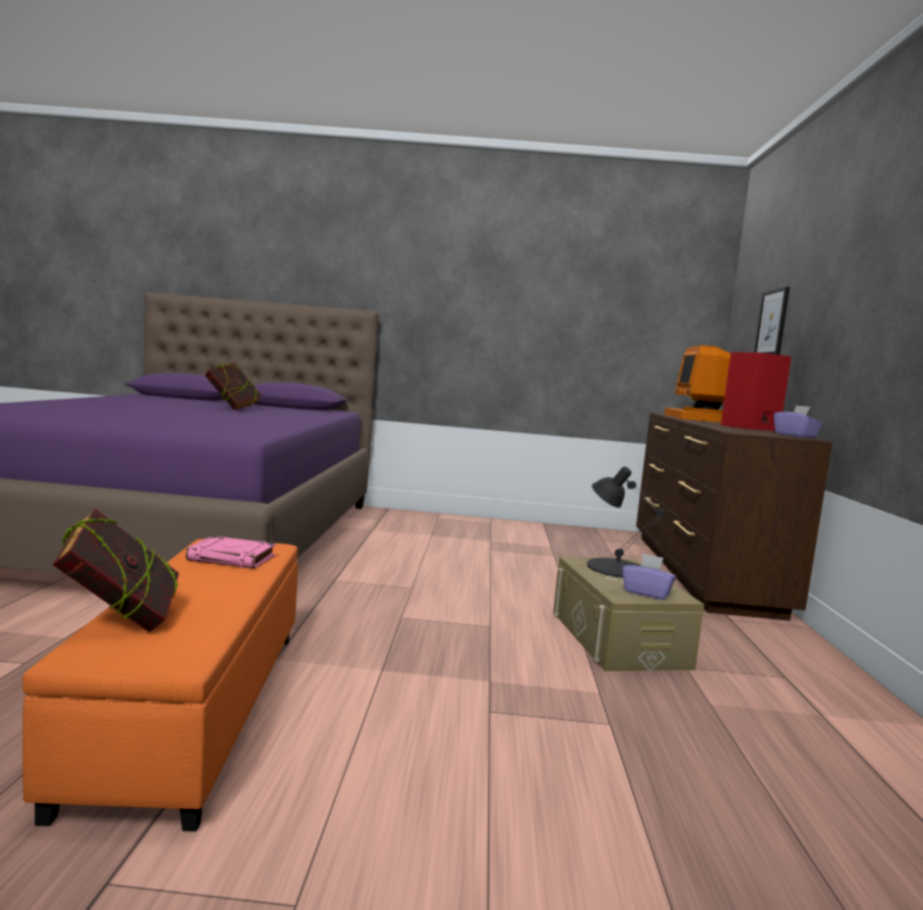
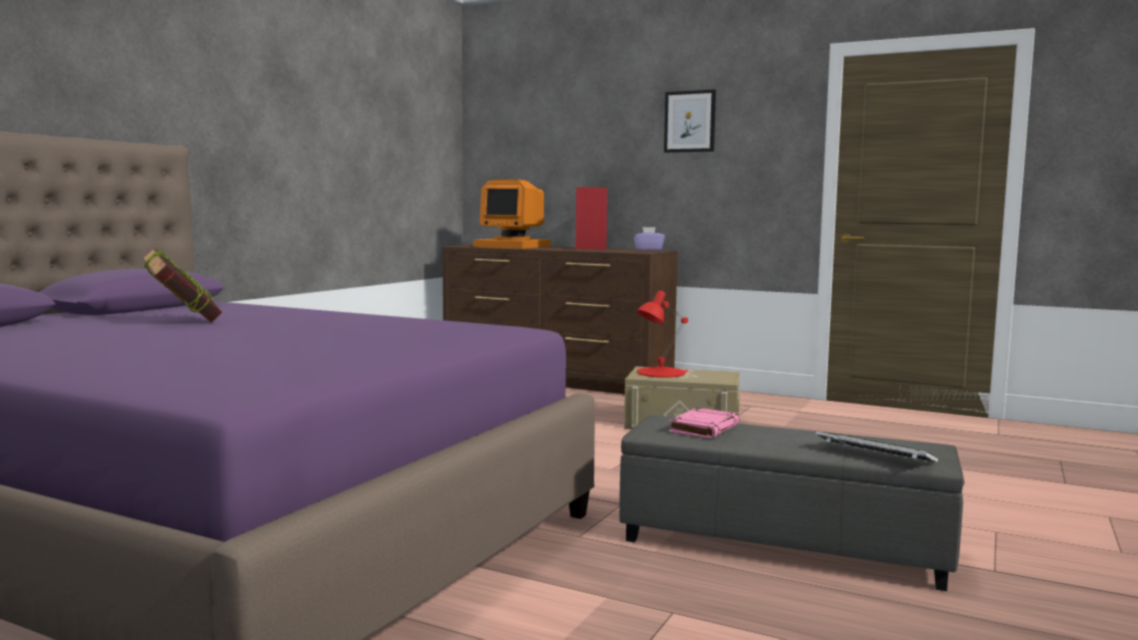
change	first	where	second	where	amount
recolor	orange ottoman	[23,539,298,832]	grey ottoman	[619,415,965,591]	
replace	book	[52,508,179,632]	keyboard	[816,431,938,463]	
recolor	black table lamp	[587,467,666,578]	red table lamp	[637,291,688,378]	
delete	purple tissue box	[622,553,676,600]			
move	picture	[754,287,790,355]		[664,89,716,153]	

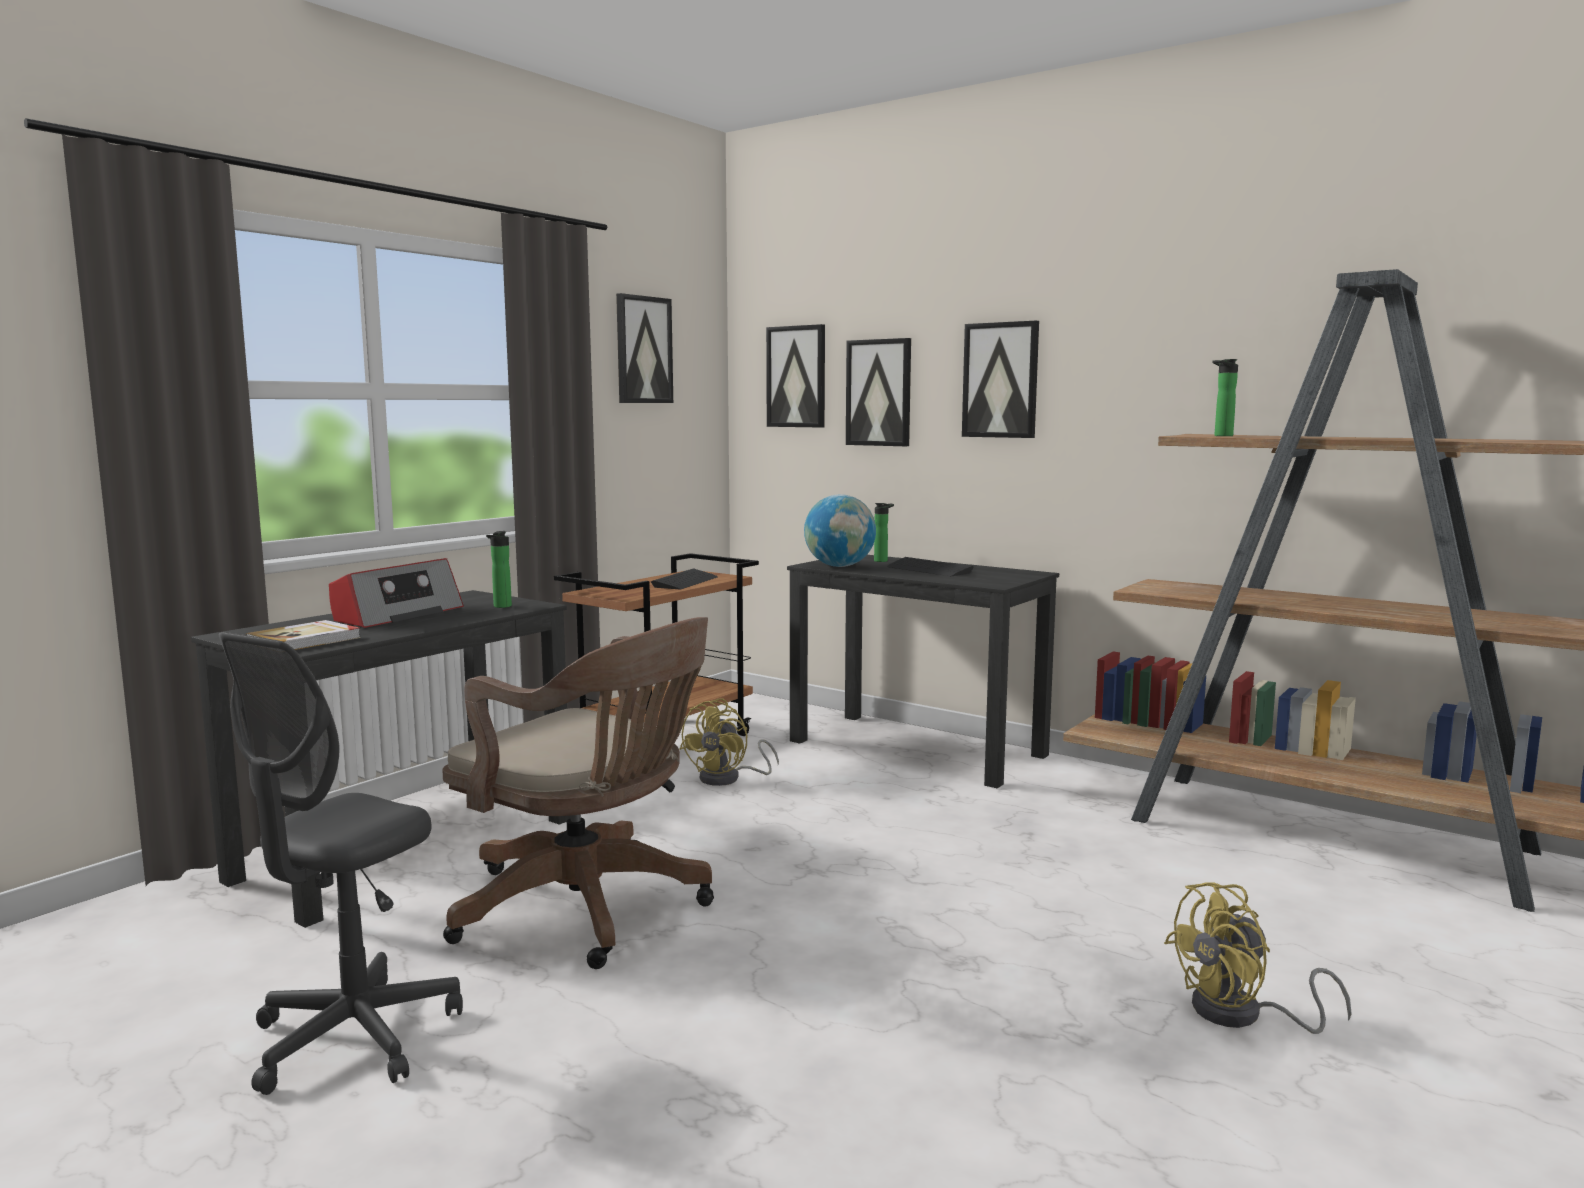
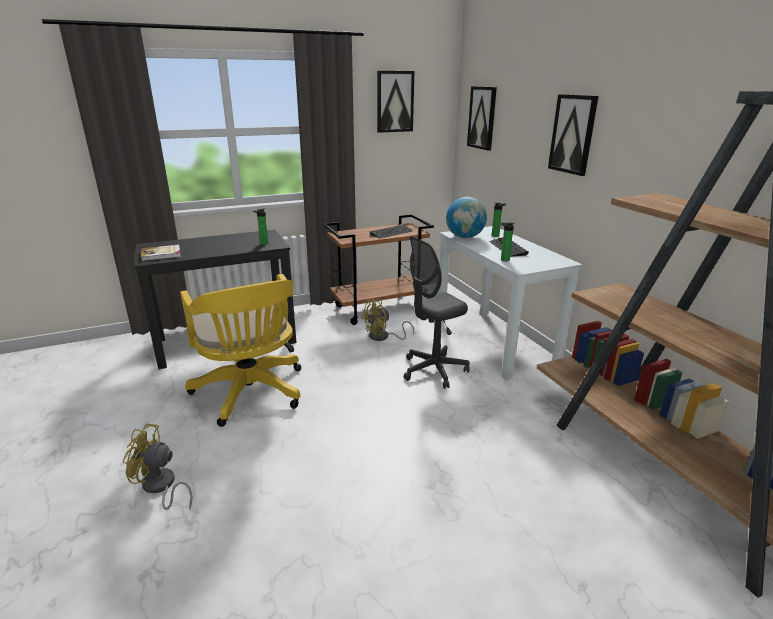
change	first	where	second	where	amount
move	grey office chair	[219,632,463,1095]		[404,236,470,389]	
delete	radio	[329,558,464,628]			
recolor	brown office chair	[442,617,714,969]	yellow office chair	[180,274,301,427]	
recolor	black desk	[787,555,1059,788]	white desk	[438,226,583,380]	
delete	picture	[846,338,911,446]			
move	yellow fan	[1164,882,1352,1034]		[123,423,193,510]	
move	bottle	[1212,359,1238,436]		[501,222,514,262]	

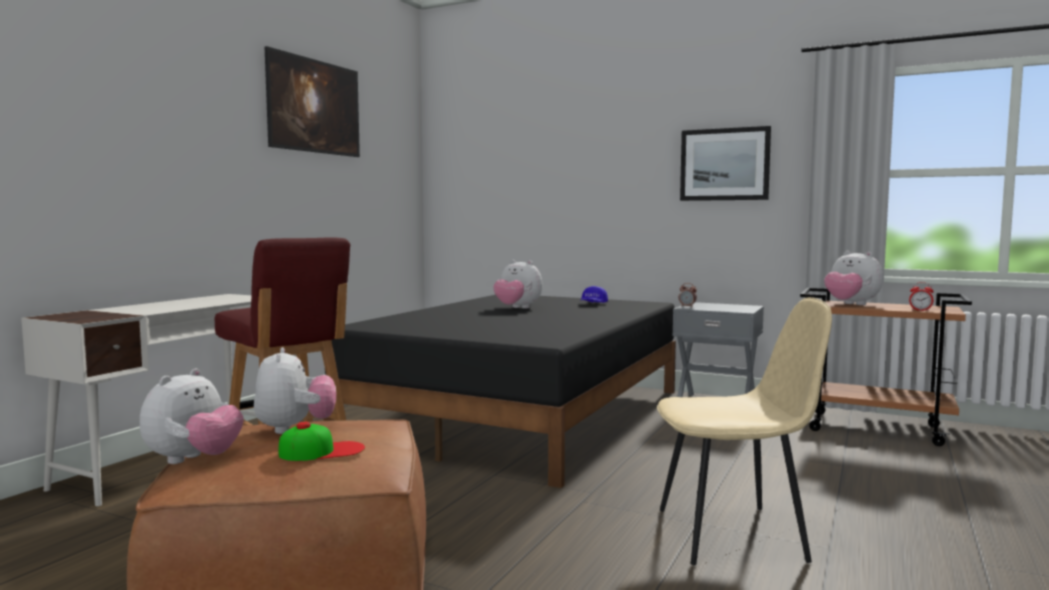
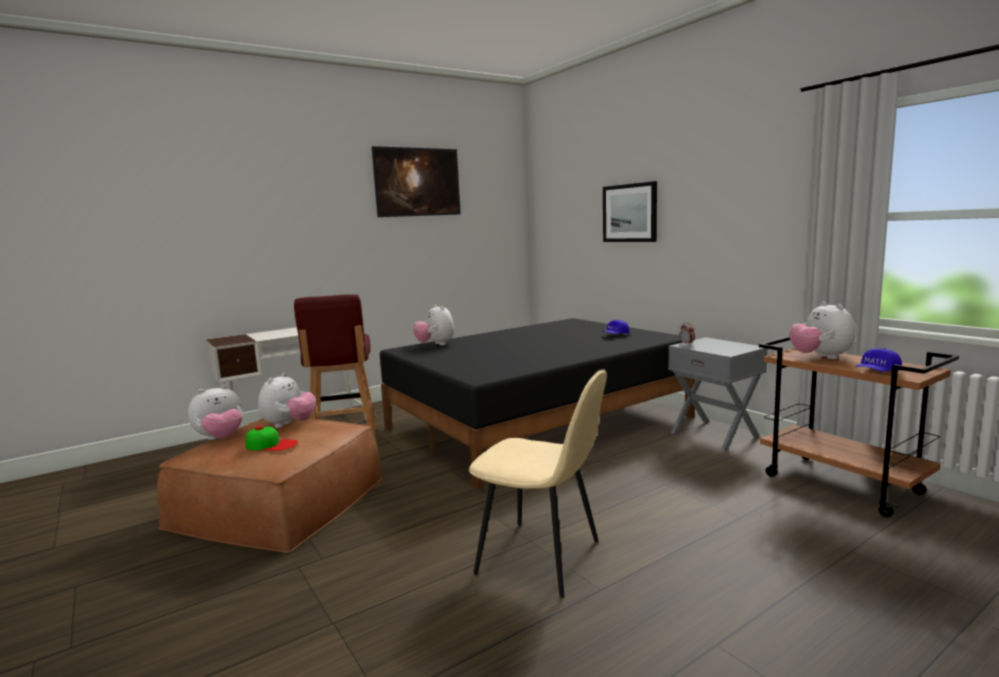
change	first	where	second	where	amount
move	plush toy	[493,260,542,309]		[413,304,454,346]	
move	picture	[680,126,771,201]		[603,181,657,242]	
replace	alarm clock	[909,282,933,311]	blue cap	[855,348,902,372]	

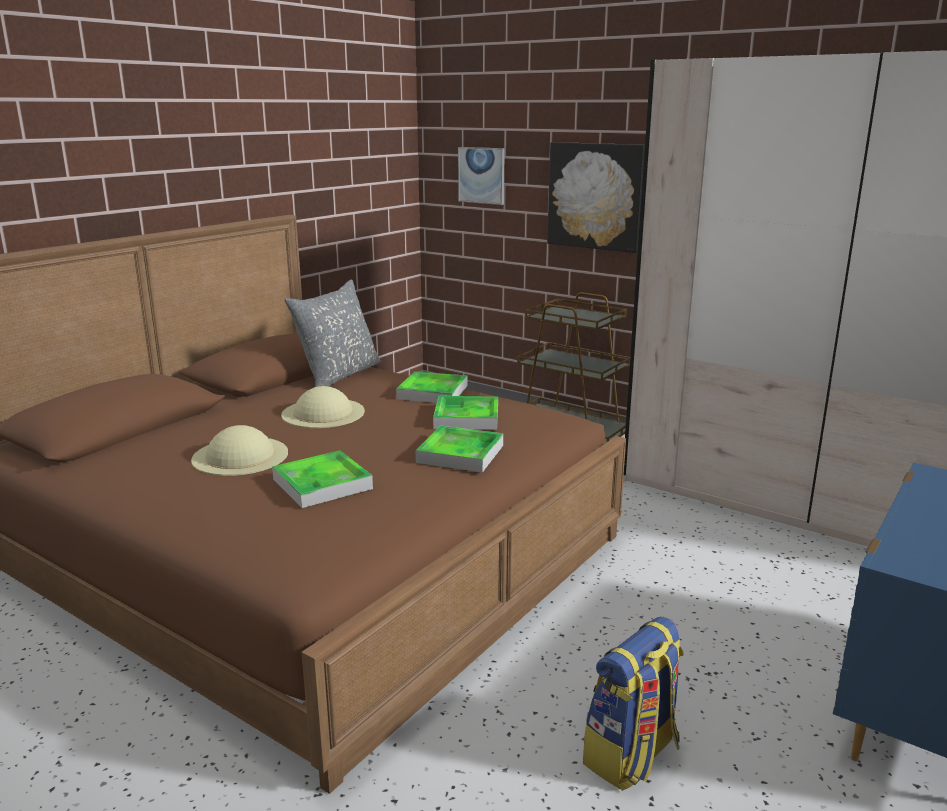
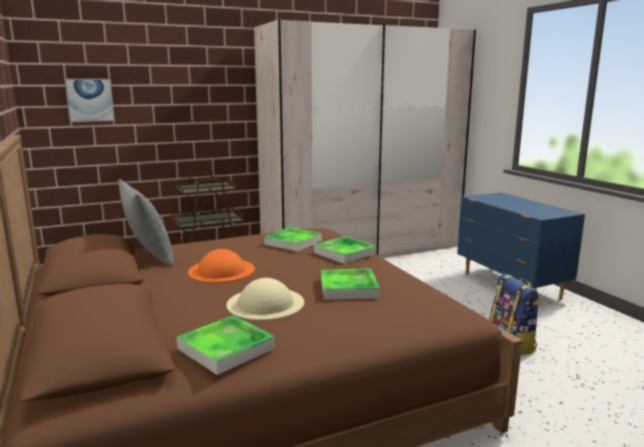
change	first	where	second	where	amount
recolor	beige hat	[281,386,365,428]	orange hat	[188,249,255,283]	
move	tray	[396,371,467,403]		[177,315,275,375]	
delete	picture	[547,142,645,253]			

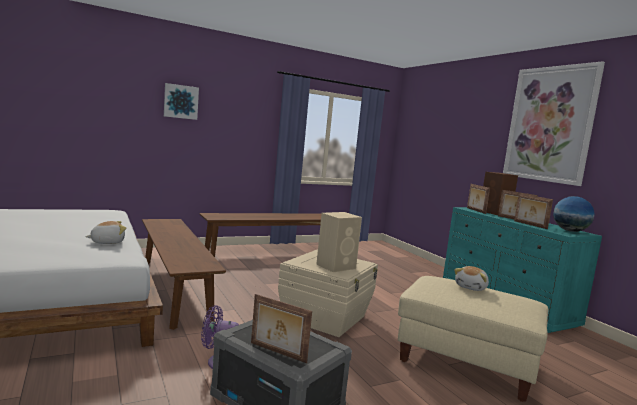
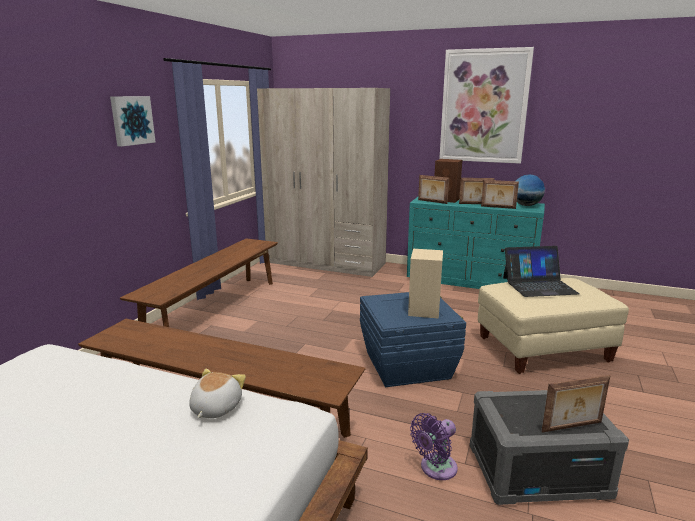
change	first	where	second	where	amount
move	picture	[164,83,199,120]		[110,96,156,146]	
recolor	beige storage box	[278,250,378,337]	blue storage box	[360,292,466,387]	
replace	plush toy	[454,266,489,291]	laptop	[503,246,580,297]	
insert			beige wardrobe	[257,88,390,277]	

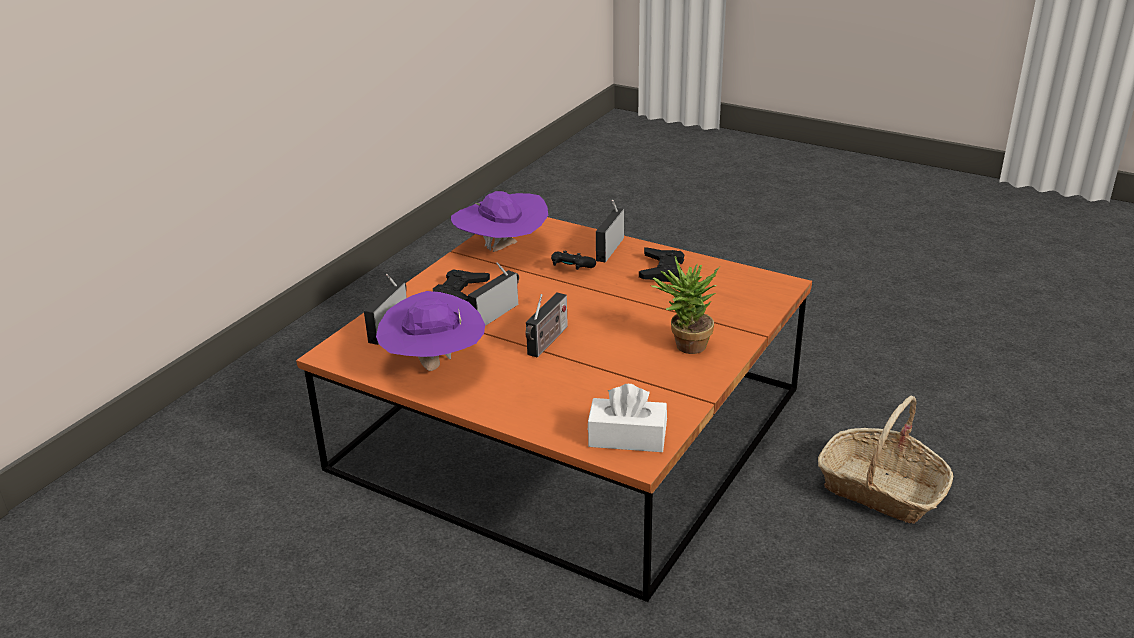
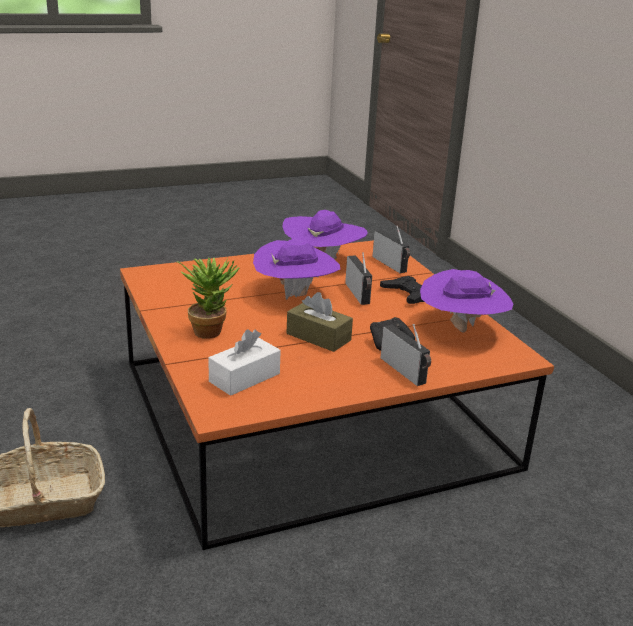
change	first	where	second	where	amount
replace	radio	[525,293,568,358]	purple hat	[253,239,340,300]	
move	white tissue box	[588,384,667,452]		[208,329,281,396]	
delete	black game controller	[639,247,684,282]			
insert			brown tissue box	[287,292,353,352]	

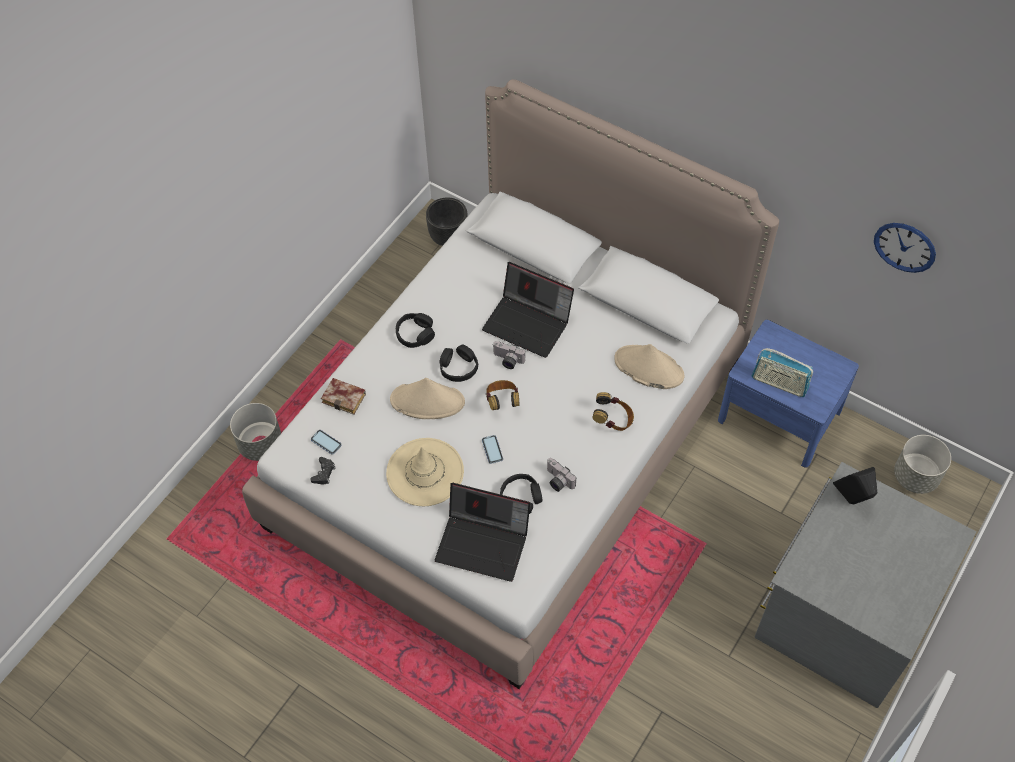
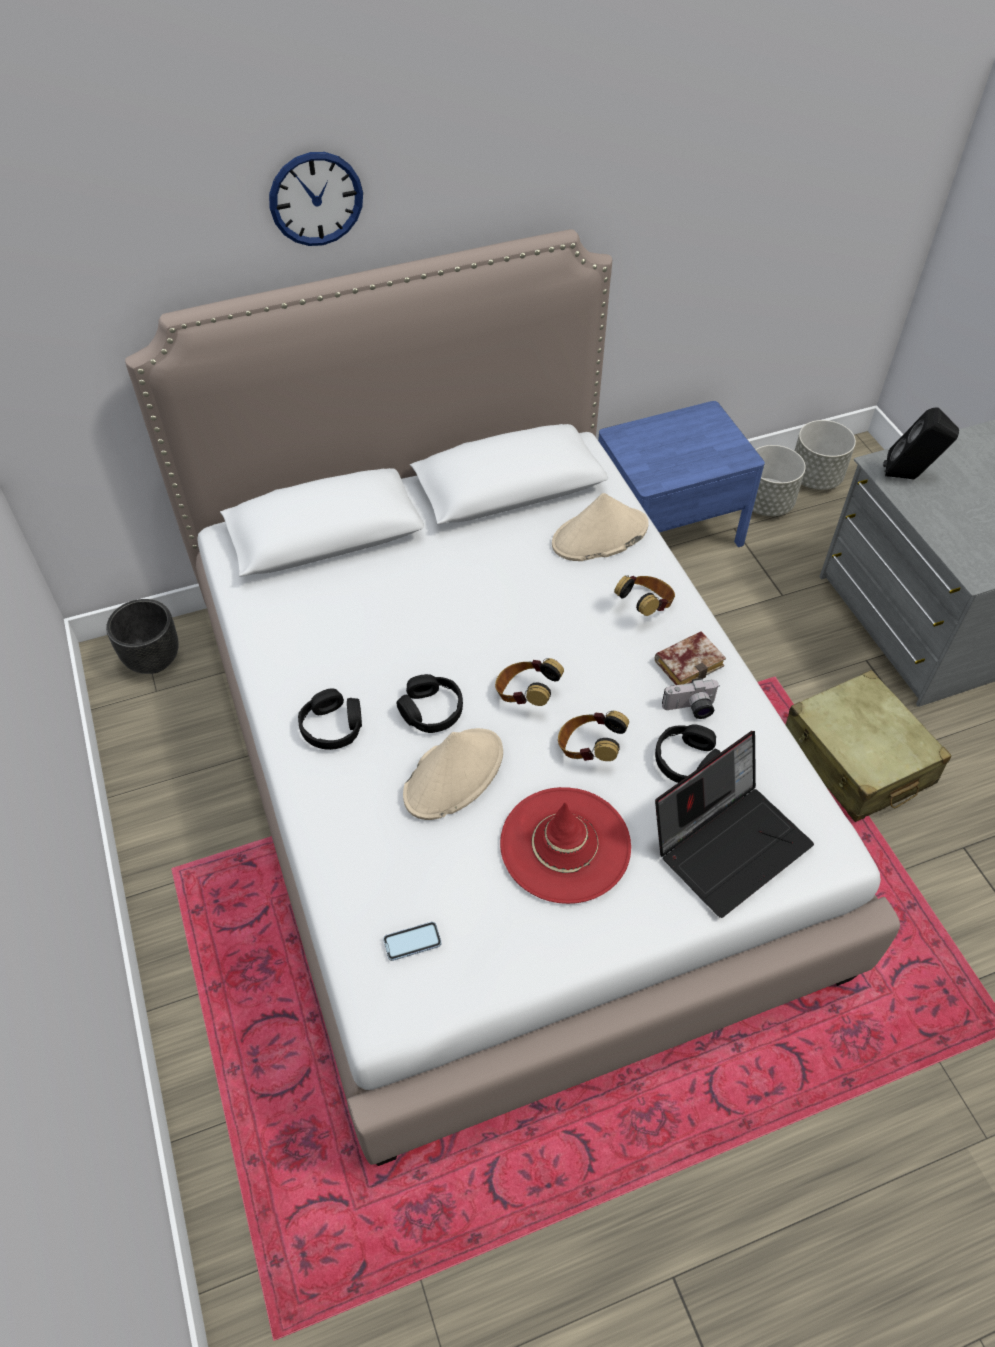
change	first	where	second	where	amount
move	grey planter	[230,403,281,461]		[753,445,806,516]	
delete	black game controller	[310,457,336,485]			
move	book	[321,378,366,415]		[655,631,726,685]	
recolor	beige hat	[386,438,464,506]	red hat	[500,787,631,904]	
delete	laptop	[482,262,574,358]			
replace	phone	[482,435,503,464]	headphones	[558,711,629,761]	
delete	photo camera	[493,341,525,369]			
delete	radio	[751,348,813,397]			
move	wall clock	[874,223,936,273]		[269,152,363,246]	
insert			beige suitcase	[786,670,952,822]	

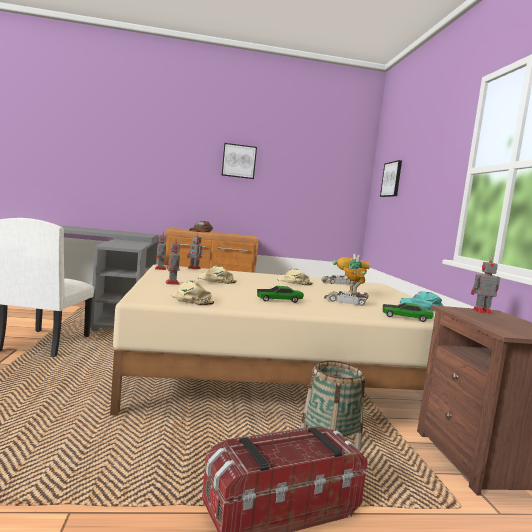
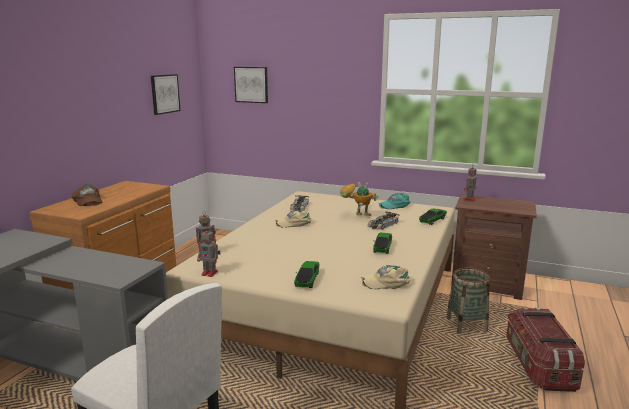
change	first	where	second	where	amount
replace	toy robot	[166,241,180,285]	toy car	[294,261,320,288]	
delete	beige cap	[198,266,237,284]			
move	picture	[222,143,257,179]		[151,74,181,115]	

